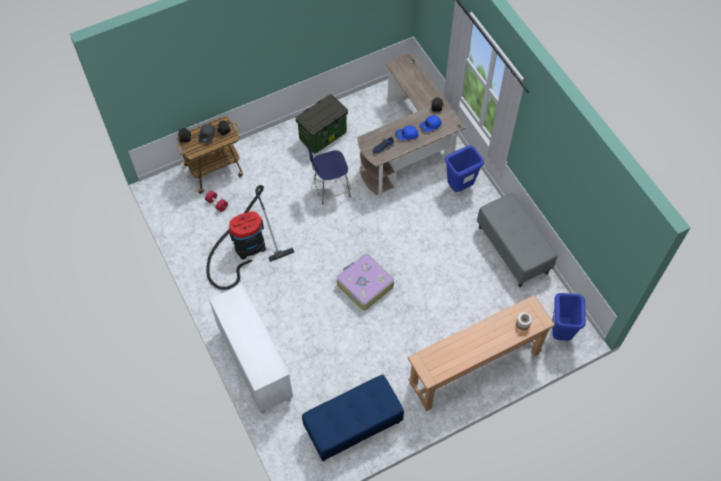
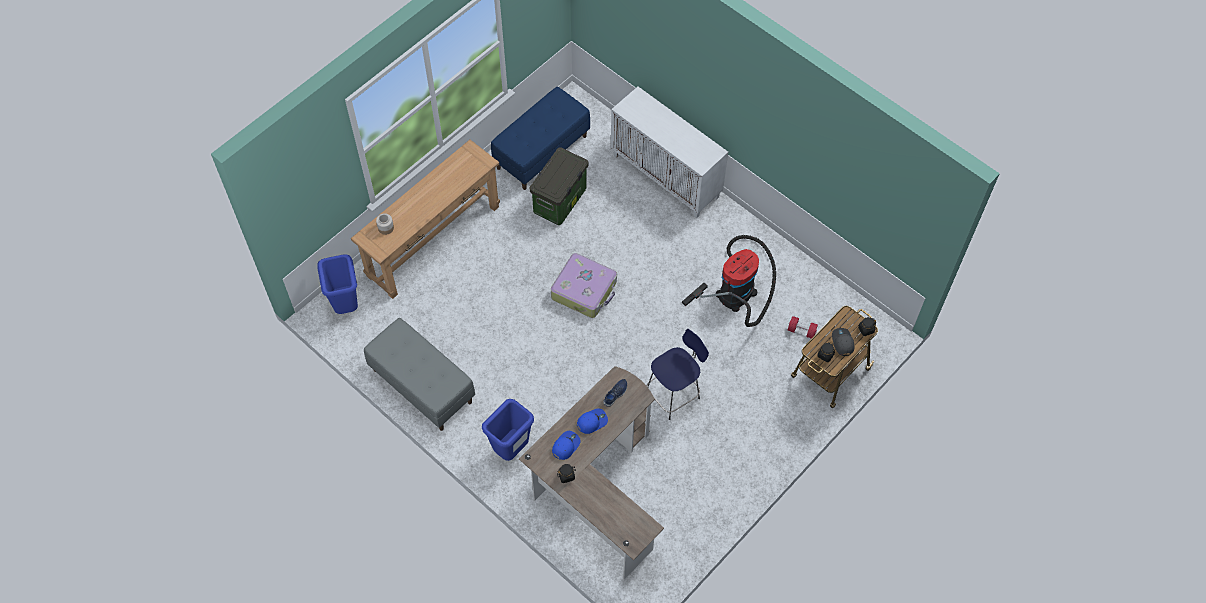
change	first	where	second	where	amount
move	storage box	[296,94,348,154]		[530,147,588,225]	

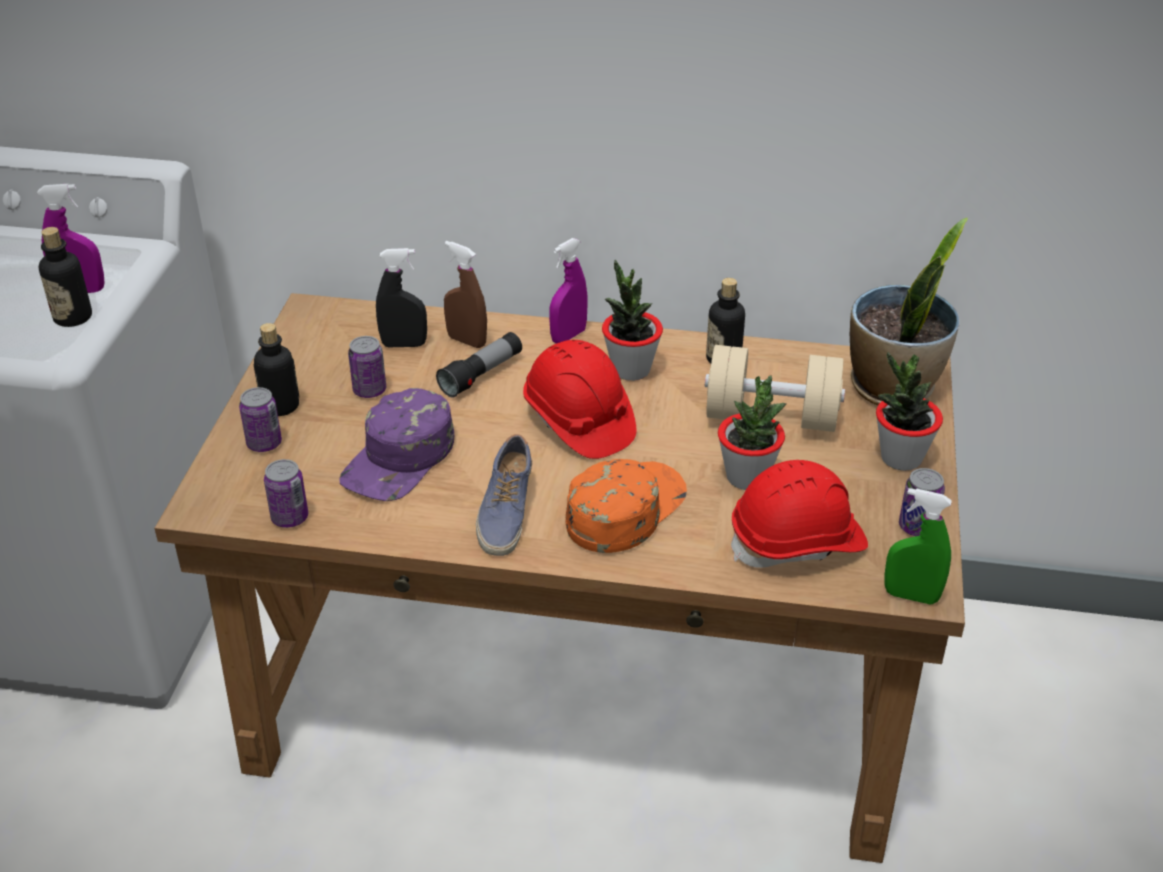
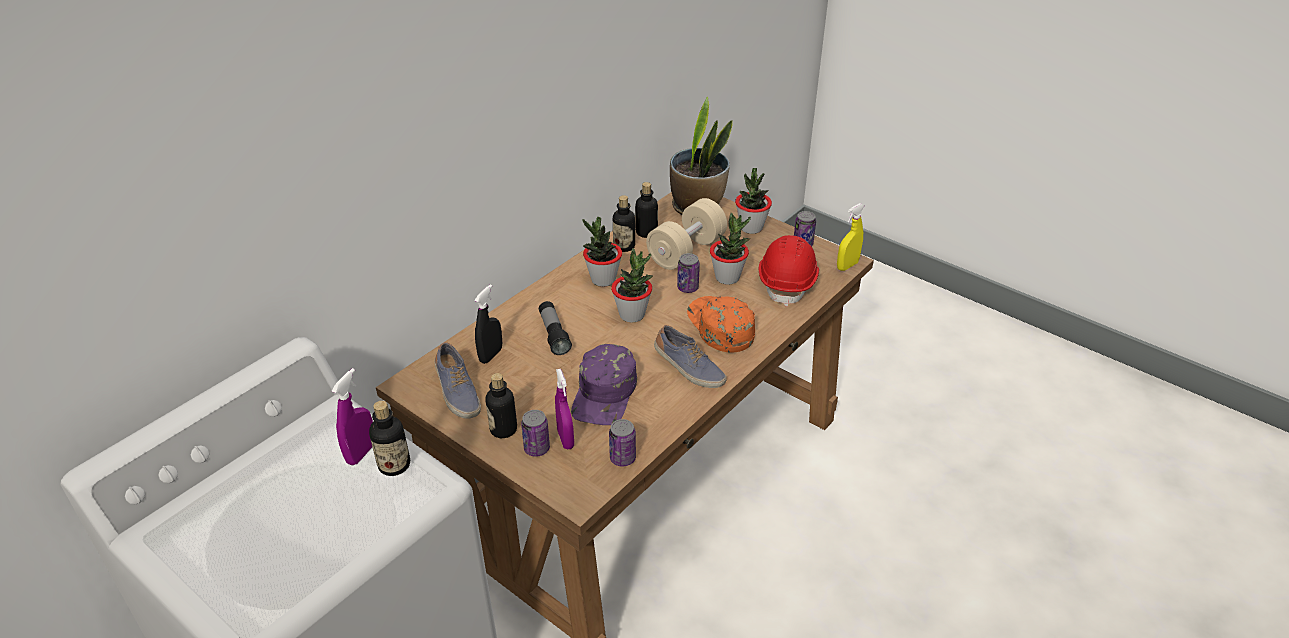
change	first	where	second	where	amount
rotate	purple cap	[339,388,454,501]		[571,344,637,425]	45 degrees clockwise
move	can	[348,336,386,398]		[677,253,700,293]	
delete	brown spray bottle	[444,241,487,348]			
replace	red hard hat	[523,340,637,459]	potted plant	[611,248,653,323]	
move	purple spray bottle	[549,238,588,343]		[555,369,574,449]	
recolor	green spray bottle	[884,488,952,605]	yellow spray bottle	[837,203,865,271]	
insert			shoe	[434,342,481,419]	
insert			bottle	[635,182,658,238]	

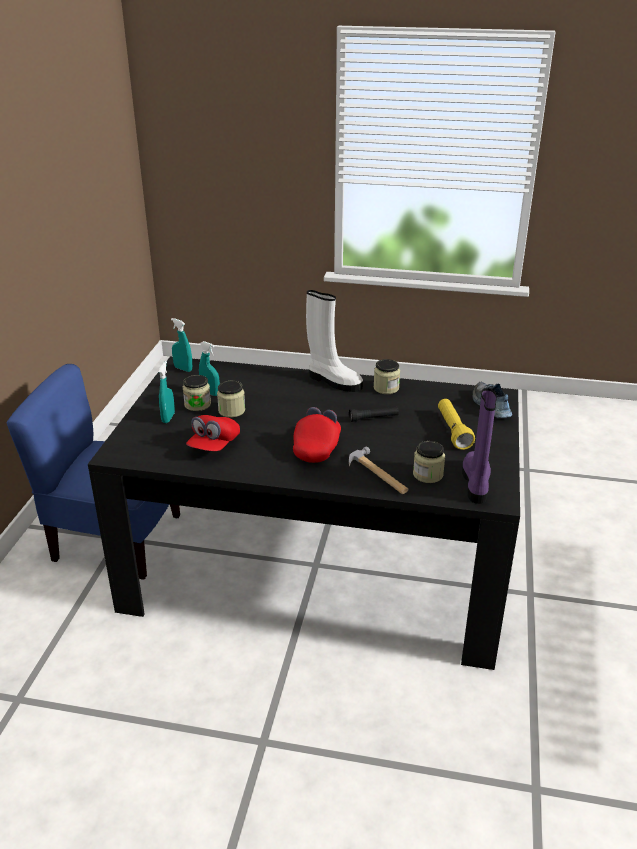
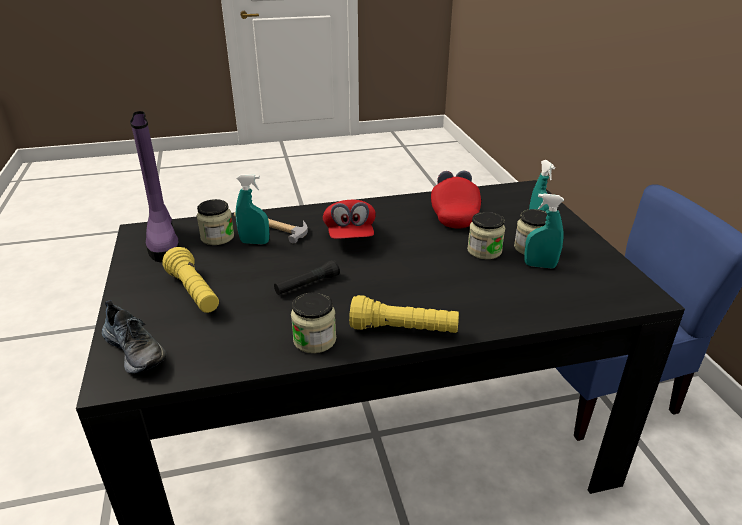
change	first	where	second	where	amount
move	turquoise spray bottle	[171,318,192,372]		[236,174,269,244]	
replace	white boot	[306,290,363,392]	yellow flashlight	[349,295,459,333]	

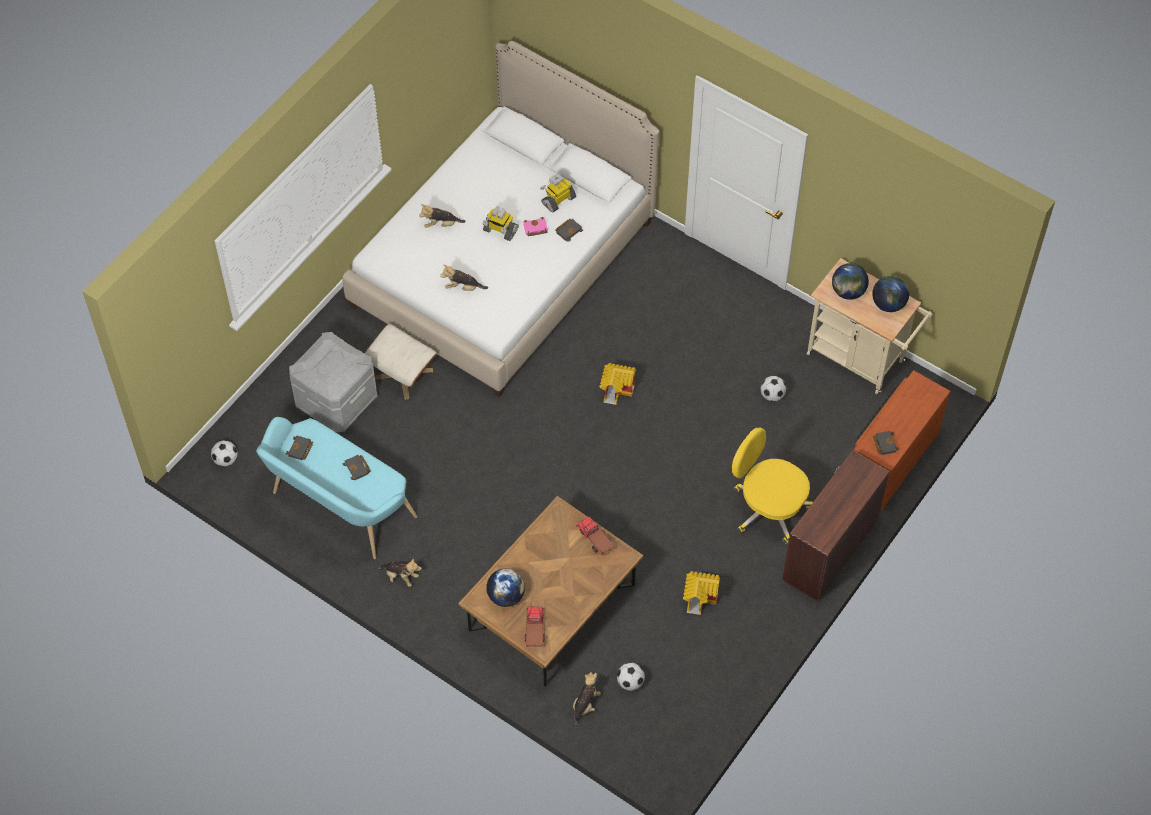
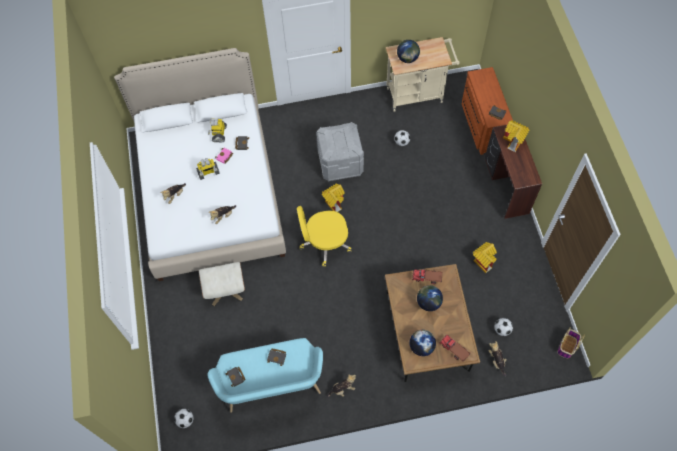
change	first	where	second	where	amount
move	grey storage box	[289,332,377,433]		[316,122,364,181]	
move	yellow office chair	[732,427,813,544]		[297,206,352,267]	
move	globe	[872,276,909,312]		[417,285,443,311]	
insert			toy house	[503,120,530,152]	
insert			basket	[558,327,585,358]	

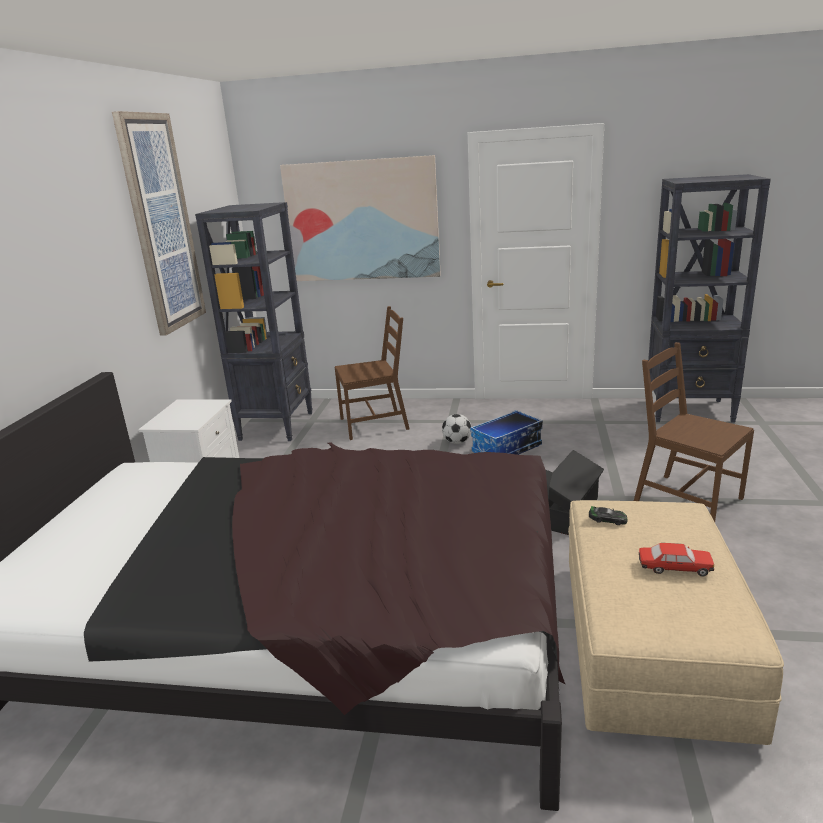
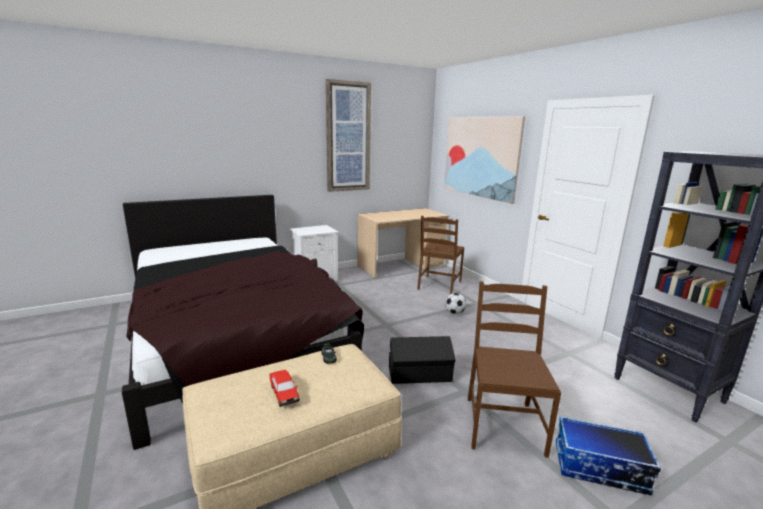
change	first	where	second	where	amount
replace	black bookcase	[195,202,313,441]	beige desk	[357,208,449,278]	
rotate	brown chair	[335,306,410,440]		[417,216,464,294]	75 degrees clockwise
move	storage box	[470,410,543,455]		[556,416,661,496]	

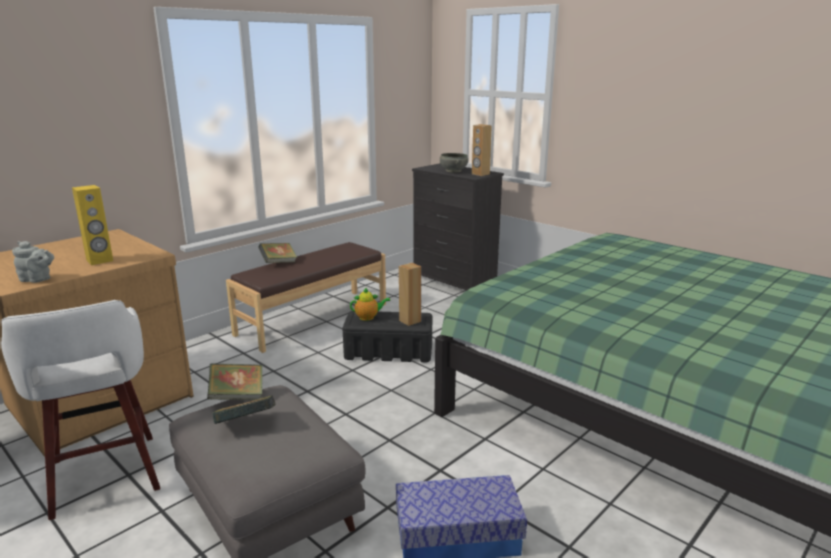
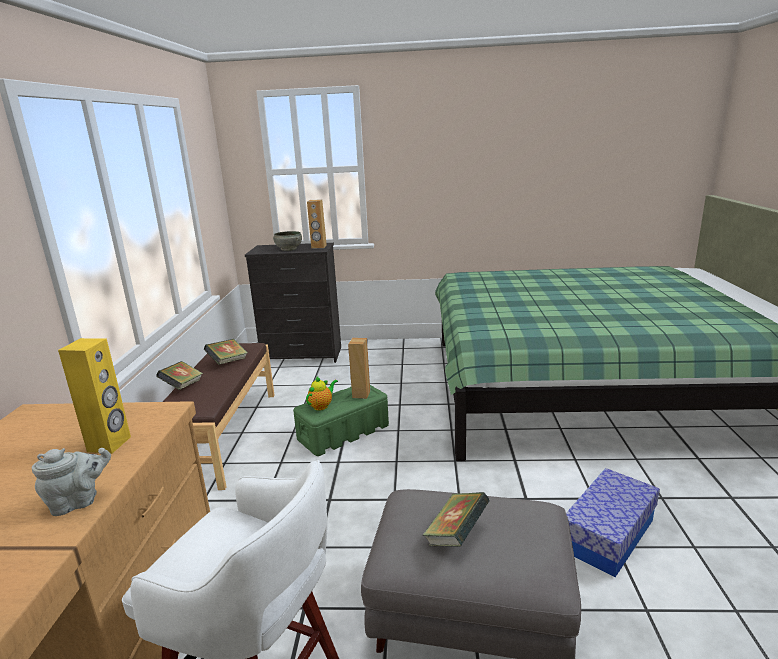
change	first	where	second	where	amount
move	book	[207,363,262,400]		[204,339,248,365]	
recolor	black storage box	[342,311,432,362]	green storage box	[293,385,389,456]	

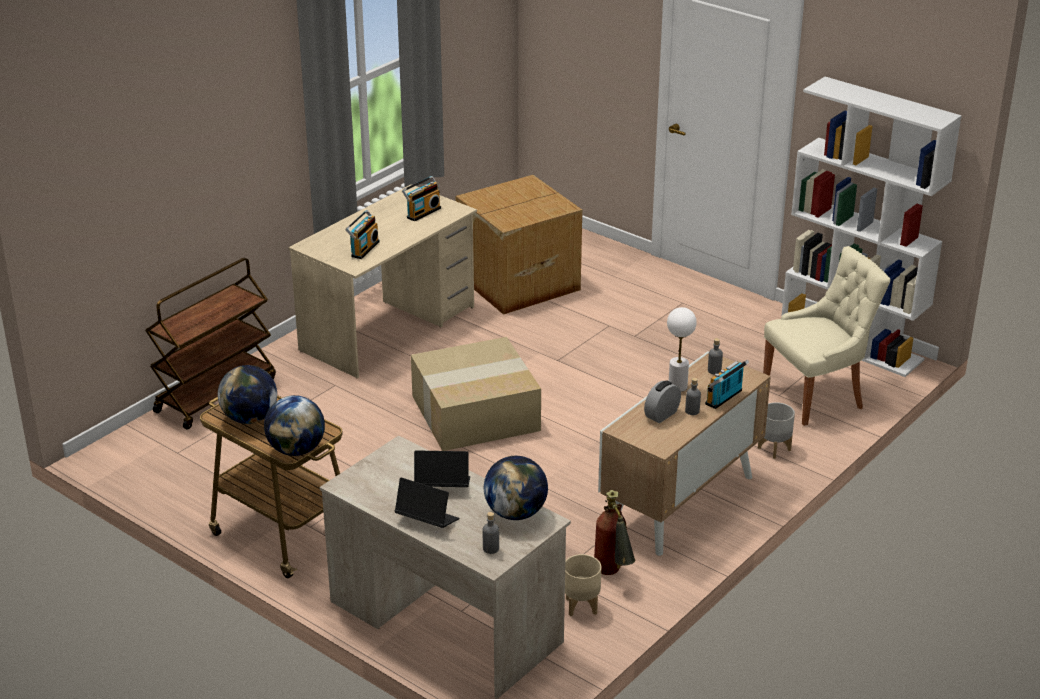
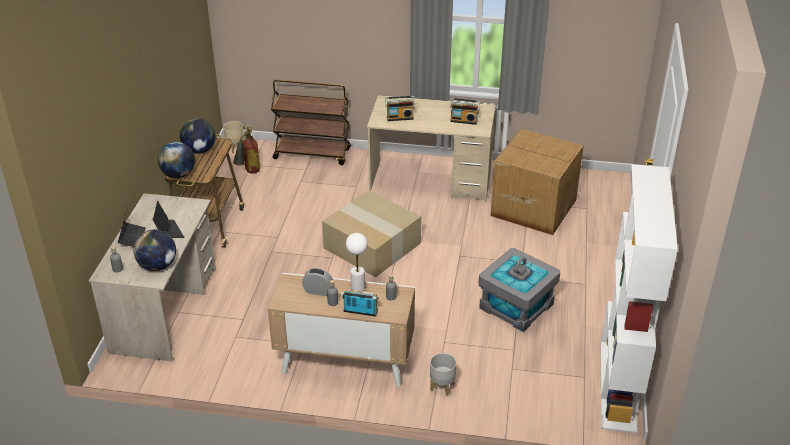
change	first	where	second	where	amount
move	beige planter	[565,554,601,616]		[223,121,244,154]	
move	fire extinguisher	[594,490,636,575]		[233,126,260,174]	
delete	beige chair	[763,246,891,426]			
insert			grey storage box	[479,248,560,332]	

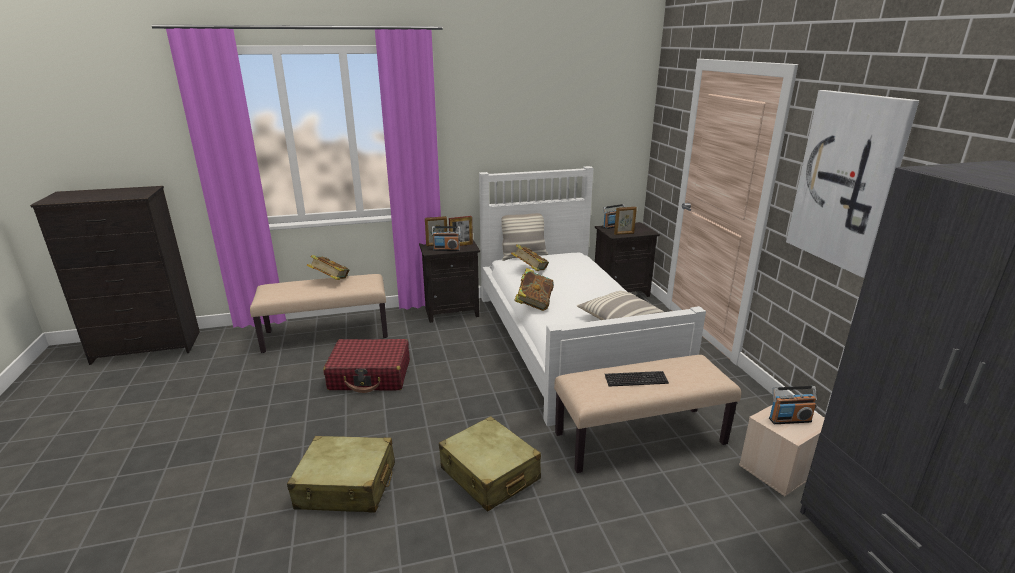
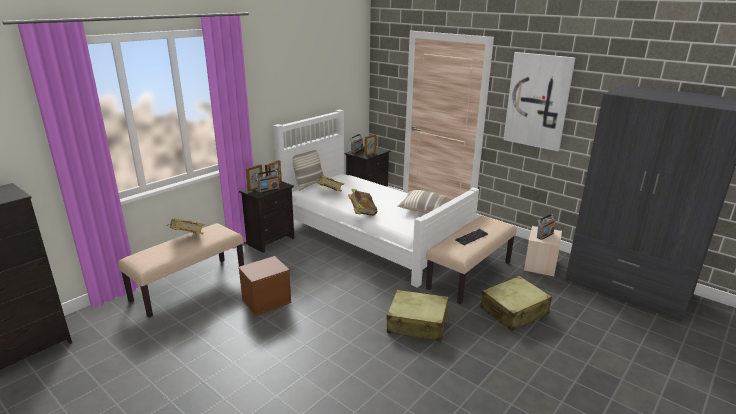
change	first	where	second	where	amount
move	beige suitcase	[287,436,395,513]		[480,276,552,331]	
replace	red suitcase	[323,339,410,393]	brown storage box	[238,256,292,316]	

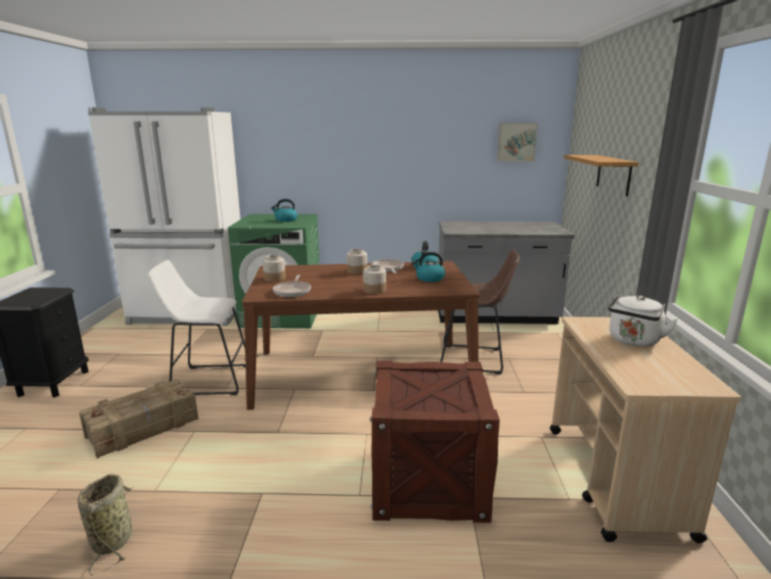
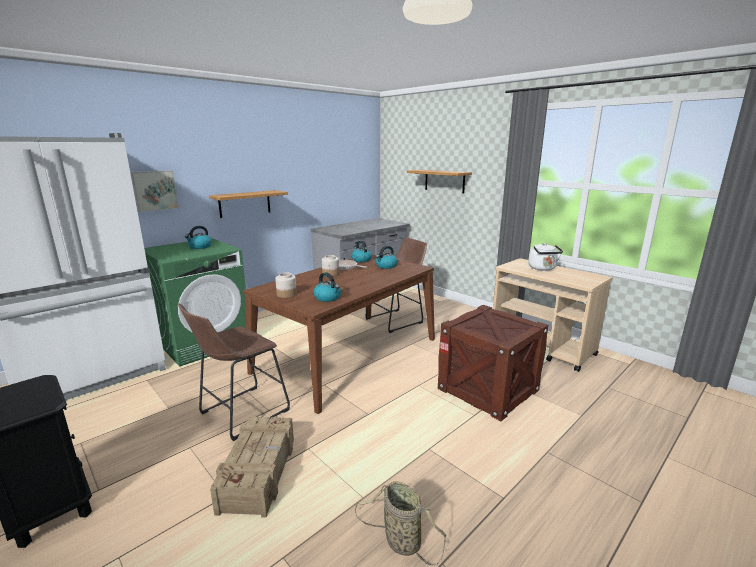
change	first	where	second	where	amount
recolor	white stool	[148,260,246,395]	brown stool	[178,303,290,441]	
replace	frying pan	[273,275,311,297]	kettle	[313,272,341,302]	
delete	jar	[363,265,386,294]			
move	picture	[497,123,538,161]		[130,171,179,212]	
insert			shelf	[209,190,288,218]	

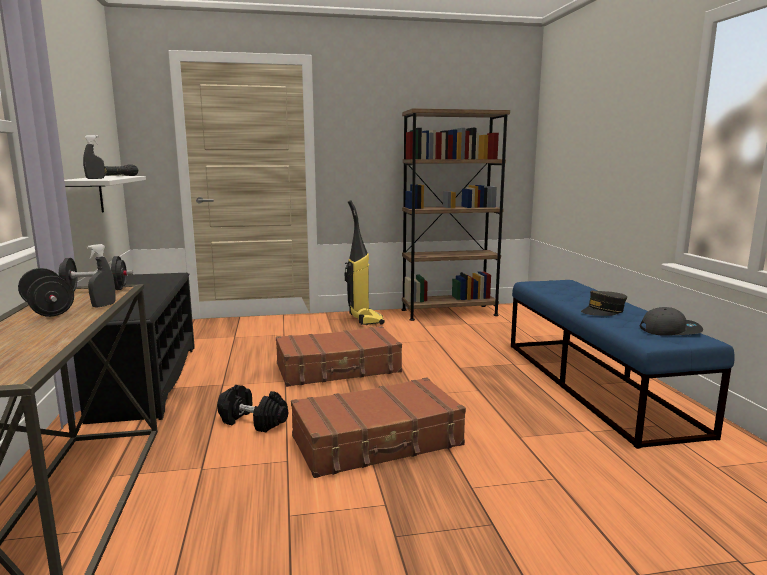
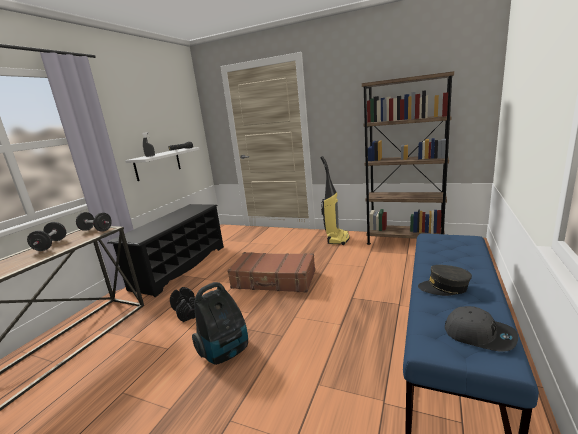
change	first	where	second	where	amount
delete	grey spray bottle	[87,244,115,308]			
replace	brown suitcase	[291,378,466,478]	vacuum cleaner	[192,282,248,365]	

